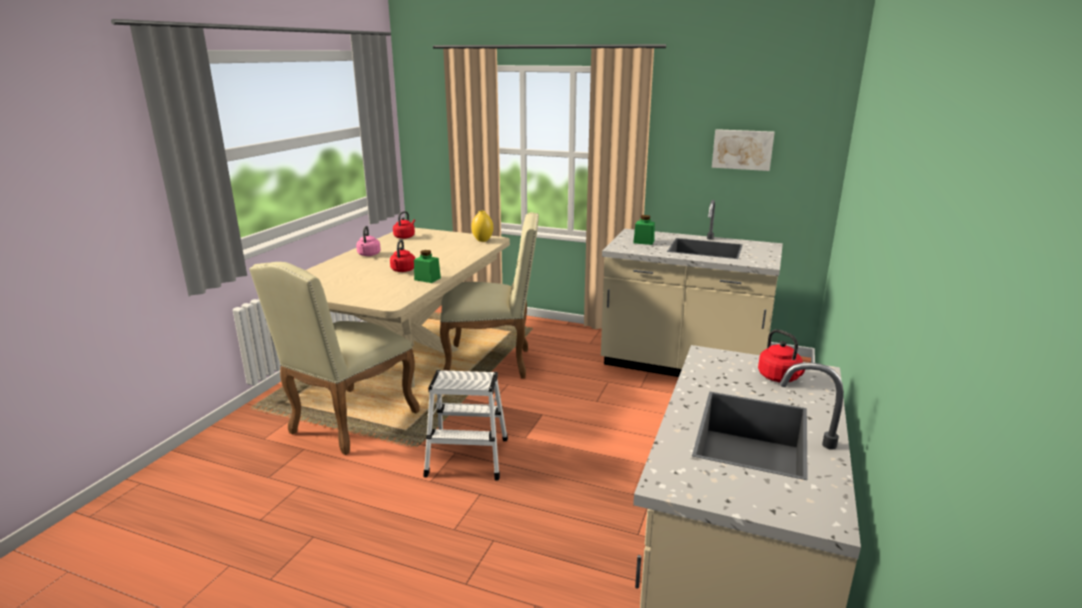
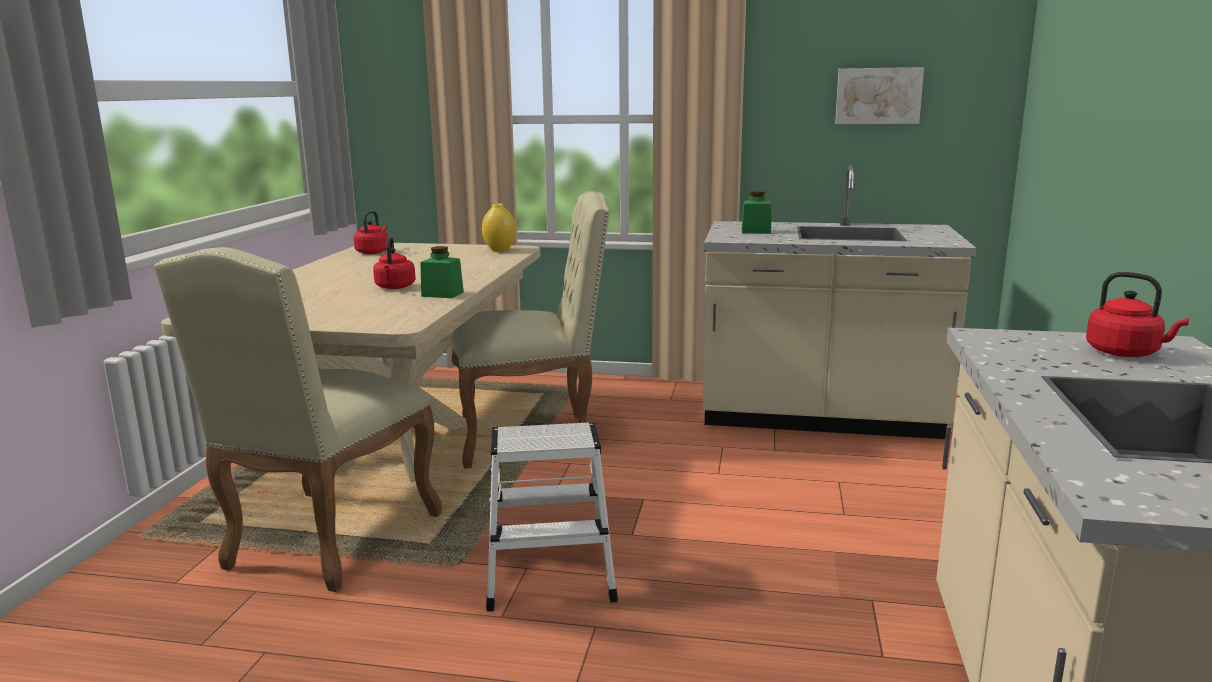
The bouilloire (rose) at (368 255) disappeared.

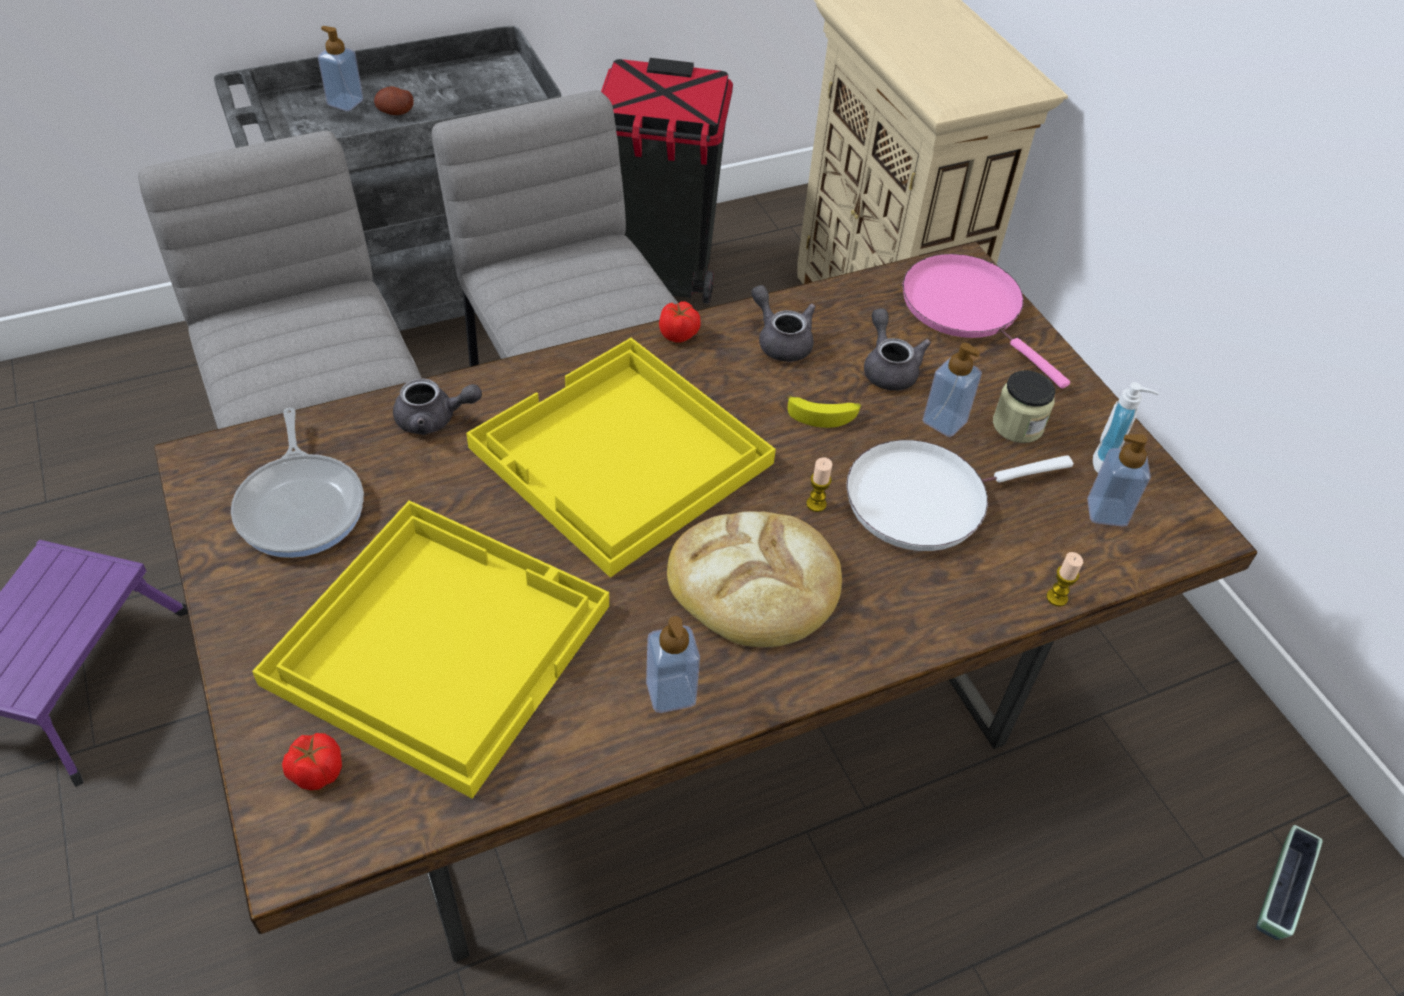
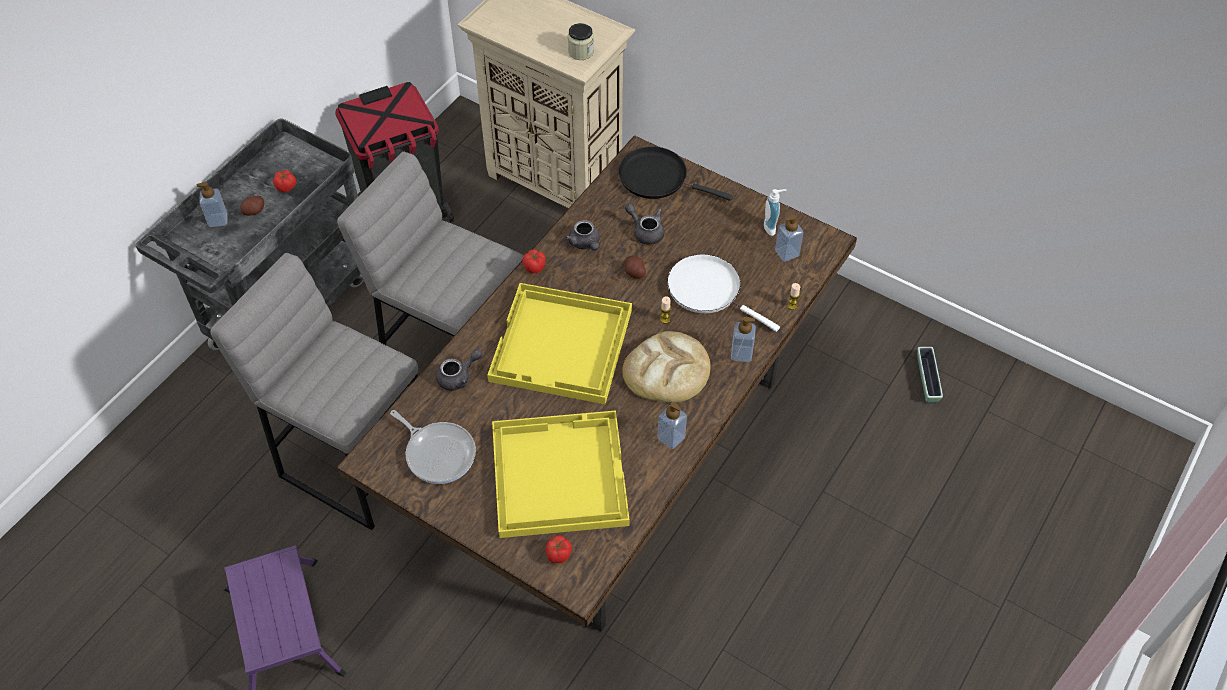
The poêle (rose) at (967 309) became the poêle (noir) at (657 178).
The théière (gris) at (781 340) turned 135 degrees counterclockwise.
The distributeur de savon moved from (944 421) to (741 354).
The bocal moved from (1017 425) to (581 52).
The banane at (823 414) was replaced by the pomme de terre at (634 272).
The poêle (blanc) at (924 499) turned 90 degrees clockwise.
The tomate at (286 187) appeared.

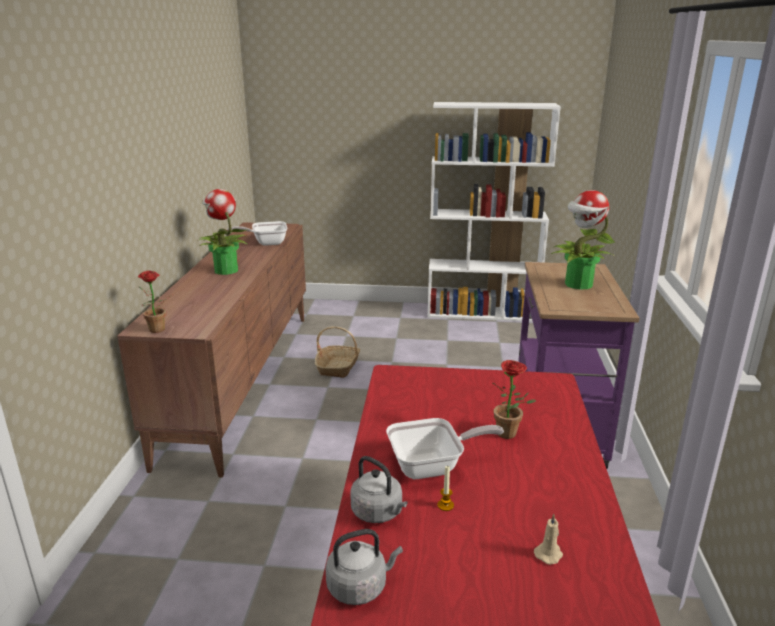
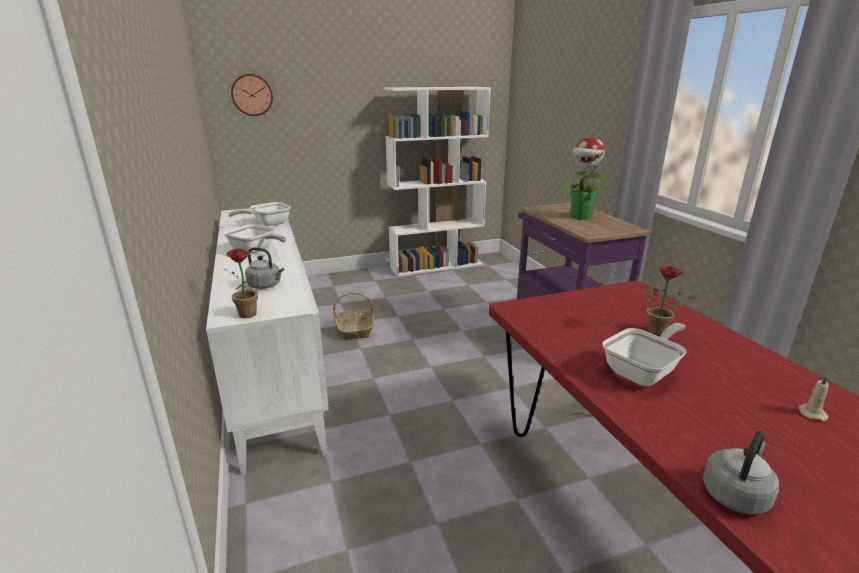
The plante en pot at (225 270) was replaced by the poêle at (255 251).
The meuble de rangement (marron) at (241 380) became the meuble de rangement (blanc) at (272 361).
The bouilloire (gris) moved from (379 513) to (266 285).
The bougie at (445 505) disappeared.
The horloge murale at (252 95) appeared.

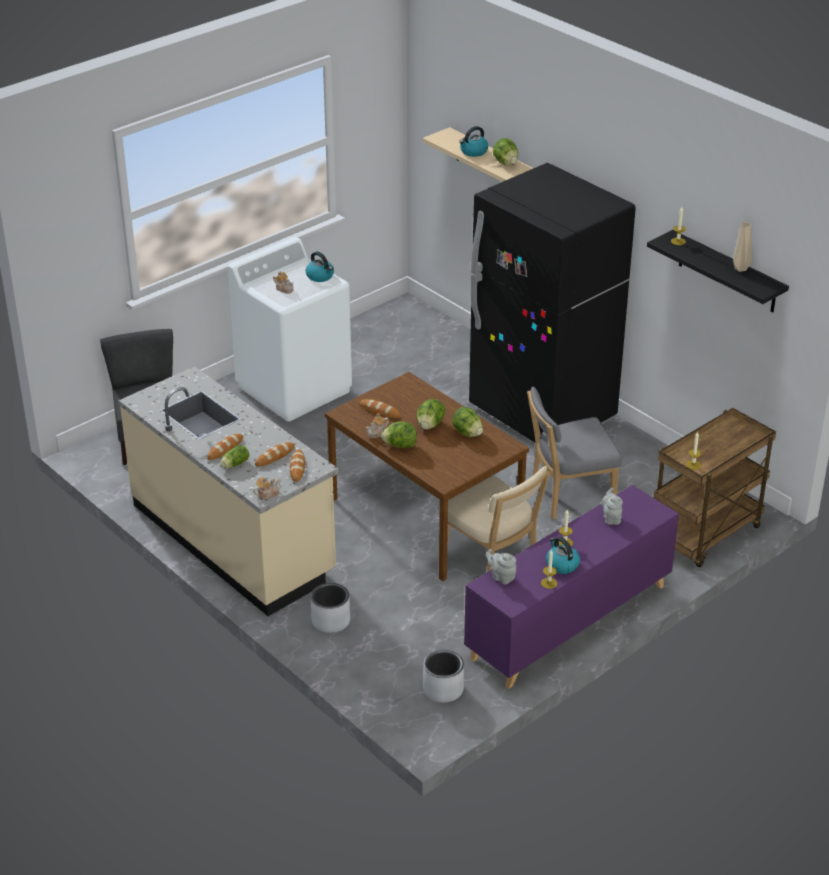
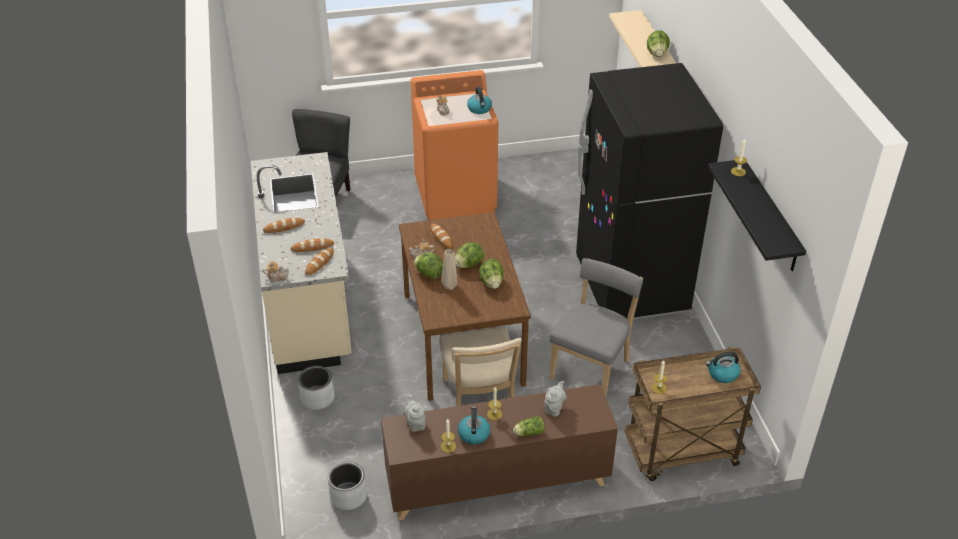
The bouilloire moved from (473 152) to (722 374).
The vase (beige) moved from (739 269) to (449 286).
The lave-linge (blanc) at (295 388) became the lave-linge (orange) at (456 195).
The chaise (gris) at (568 496) turned 105 degrees clockwise.
The laitue moved from (234 464) to (528 433).
The meuble de rangement (violet) at (569 622) became the meuble de rangement (marron) at (497 482).

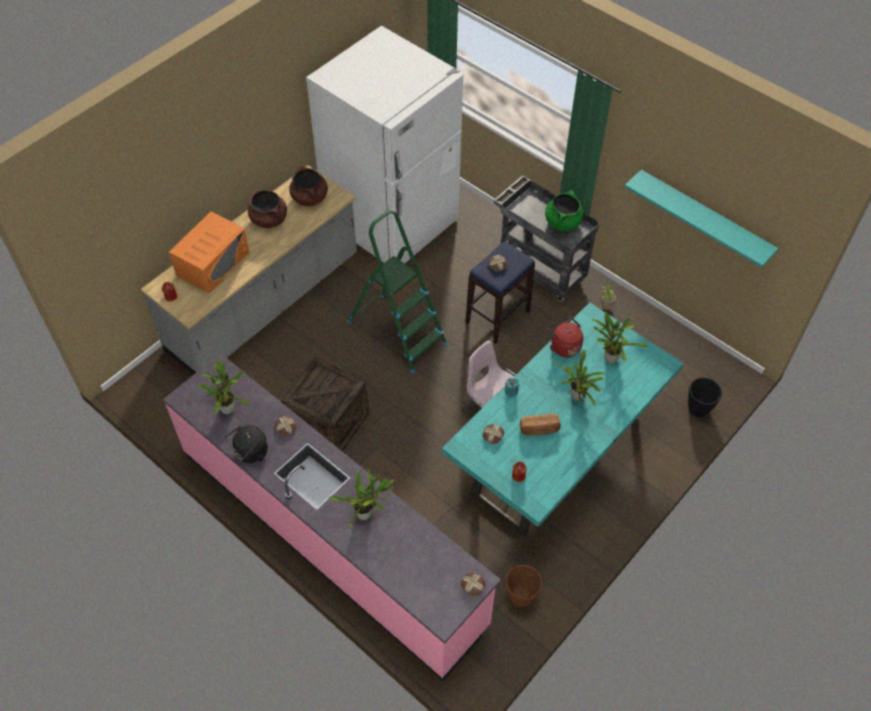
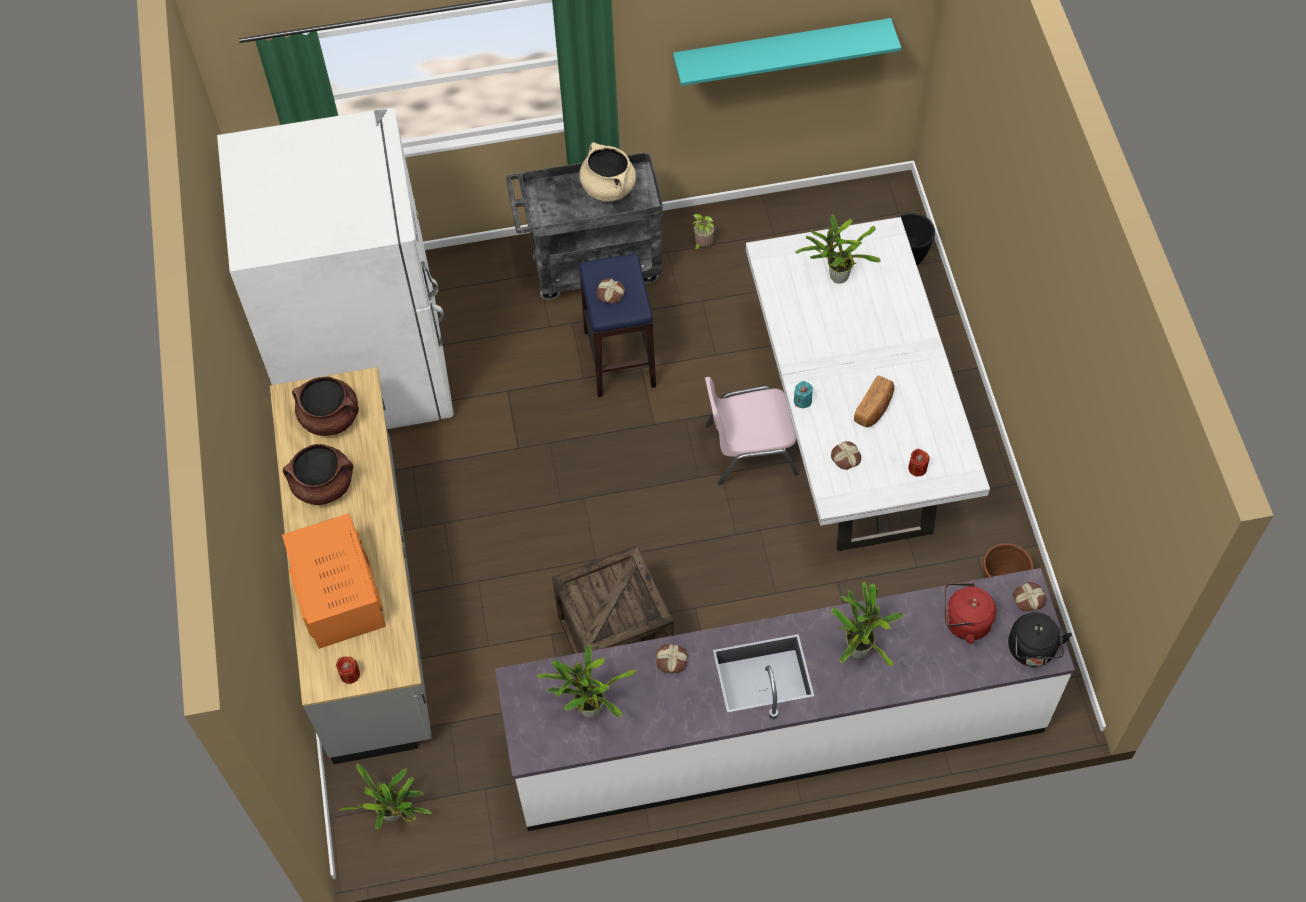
The marmite (vert) at (562 222) became the marmite (beige) at (608 187).
The escabeau (vert) at (397 333) disappeared.
The table à manger (turquoise) at (556 454) became the table à manger (blanc) at (853 430).
The bouilloire (rouge) moved from (564 346) to (964 622).
The plante en pot moved from (577 397) to (394 815).
The comptoir de cuisine (rose) at (331 536) became the comptoir de cuisine (blanc) at (777 732).
The bouilloire (noir) moved from (250 453) to (1032 651).

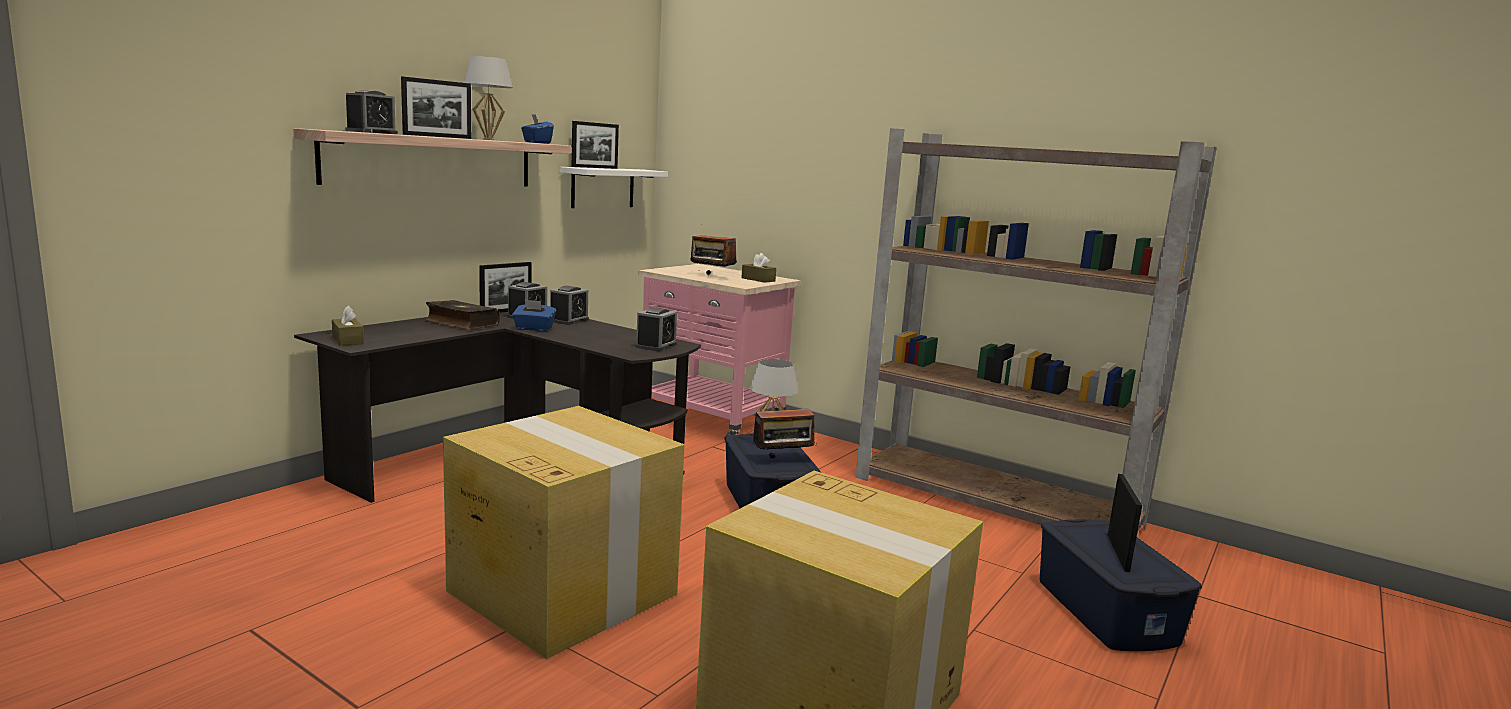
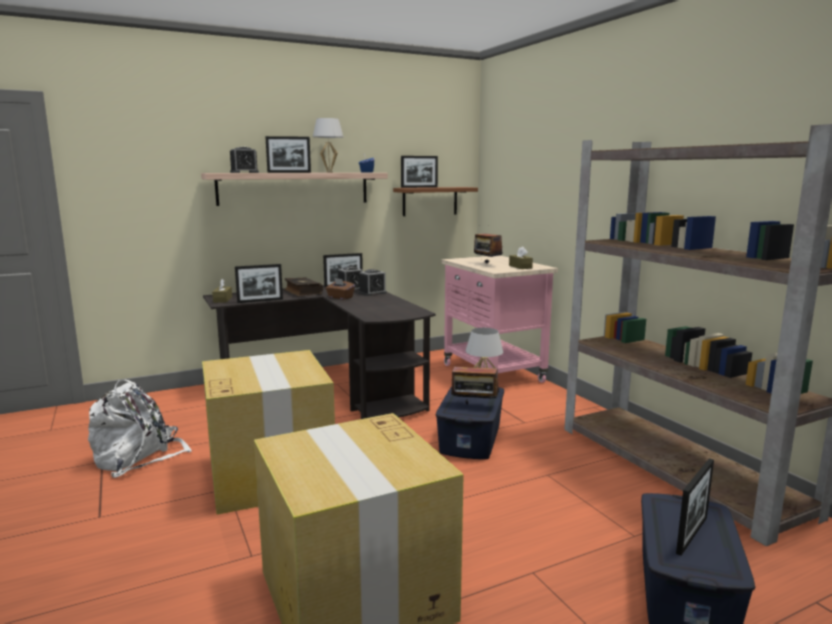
The étagère (blanc) at (603 187) became the étagère (marron) at (430 201).
The boîte à mouchoirs (bleu) at (534 328) became the boîte à mouchoirs (marron) at (340 297).
The réveil at (656 346) disappeared.
The cadre photo at (260 301) appeared.
The sac à dos (blanc) at (138 457) appeared.

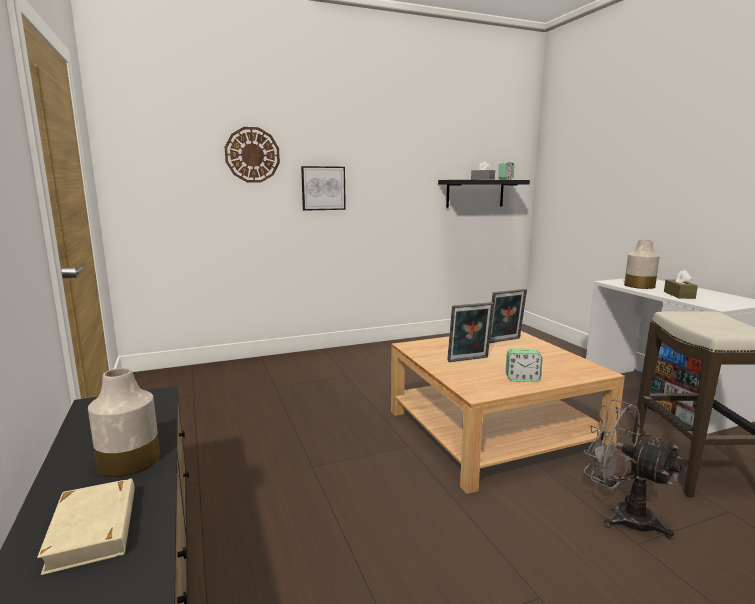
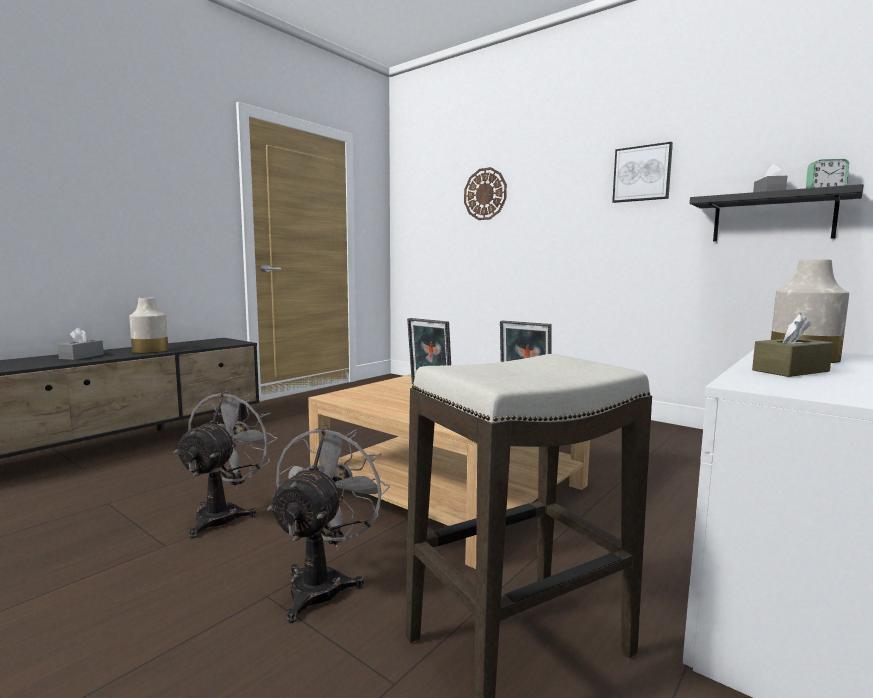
The tableau moved from (323 188) to (642 173).
The réveil at (522 379) disappeared.
The livre (beige) at (94 528) was replaced by the boîte à mouchoirs (gris) at (82 356).
The ventilateur (gris) at (225 514) appeared.

